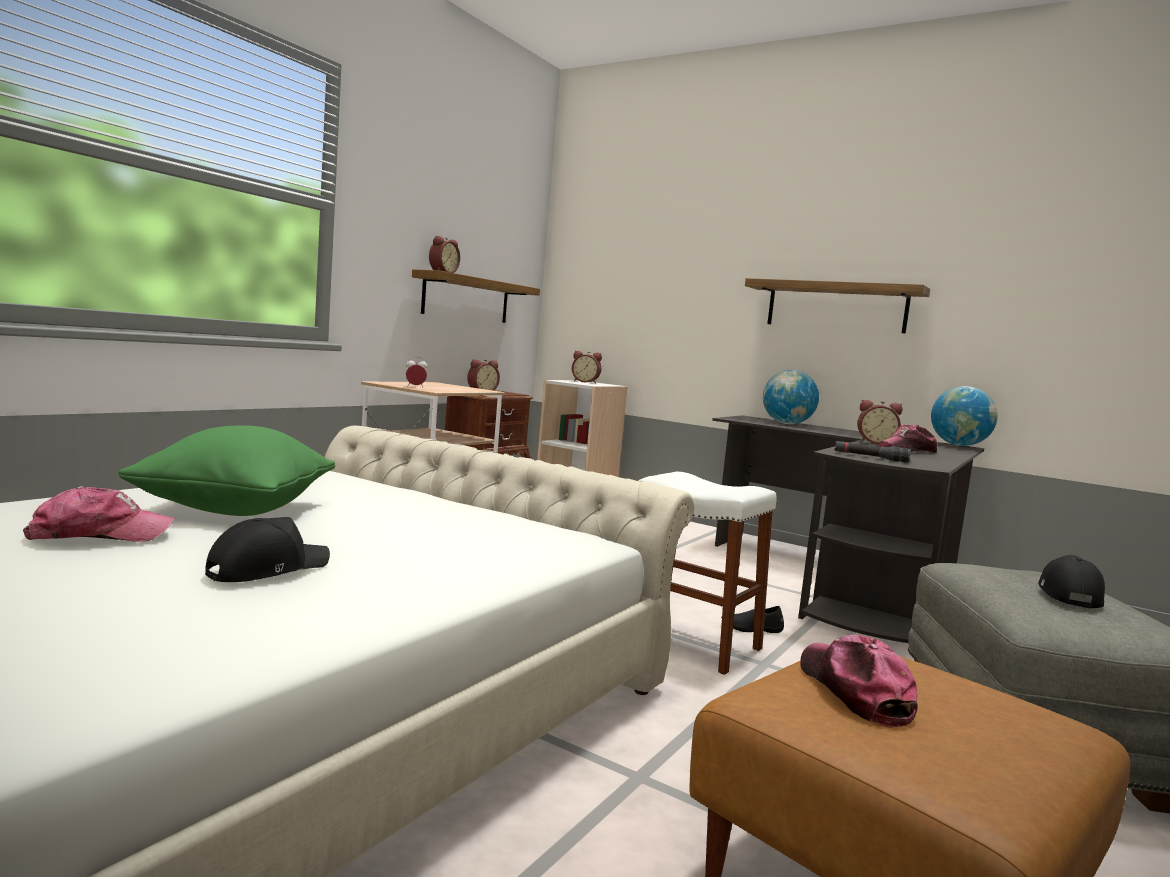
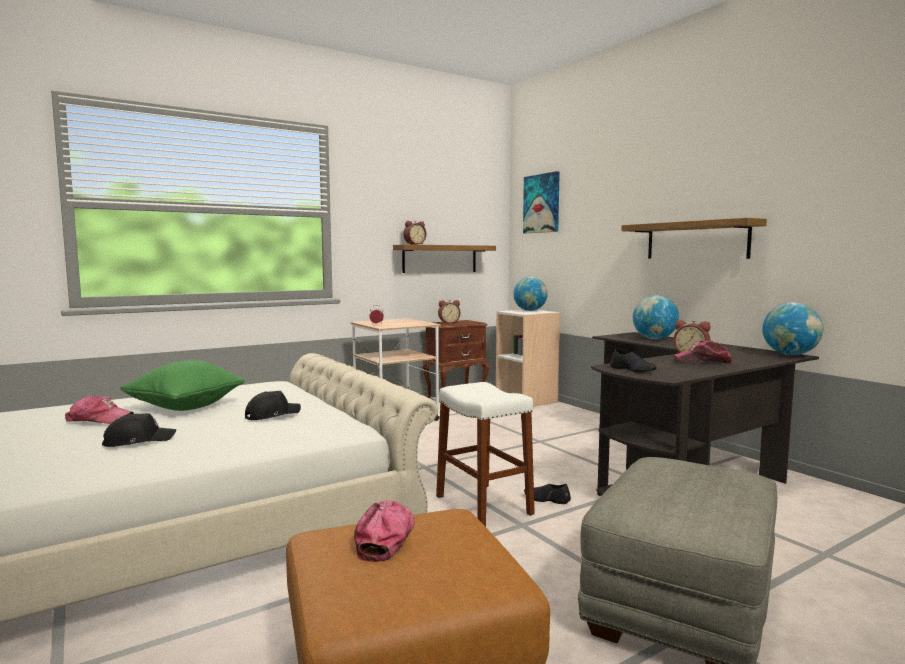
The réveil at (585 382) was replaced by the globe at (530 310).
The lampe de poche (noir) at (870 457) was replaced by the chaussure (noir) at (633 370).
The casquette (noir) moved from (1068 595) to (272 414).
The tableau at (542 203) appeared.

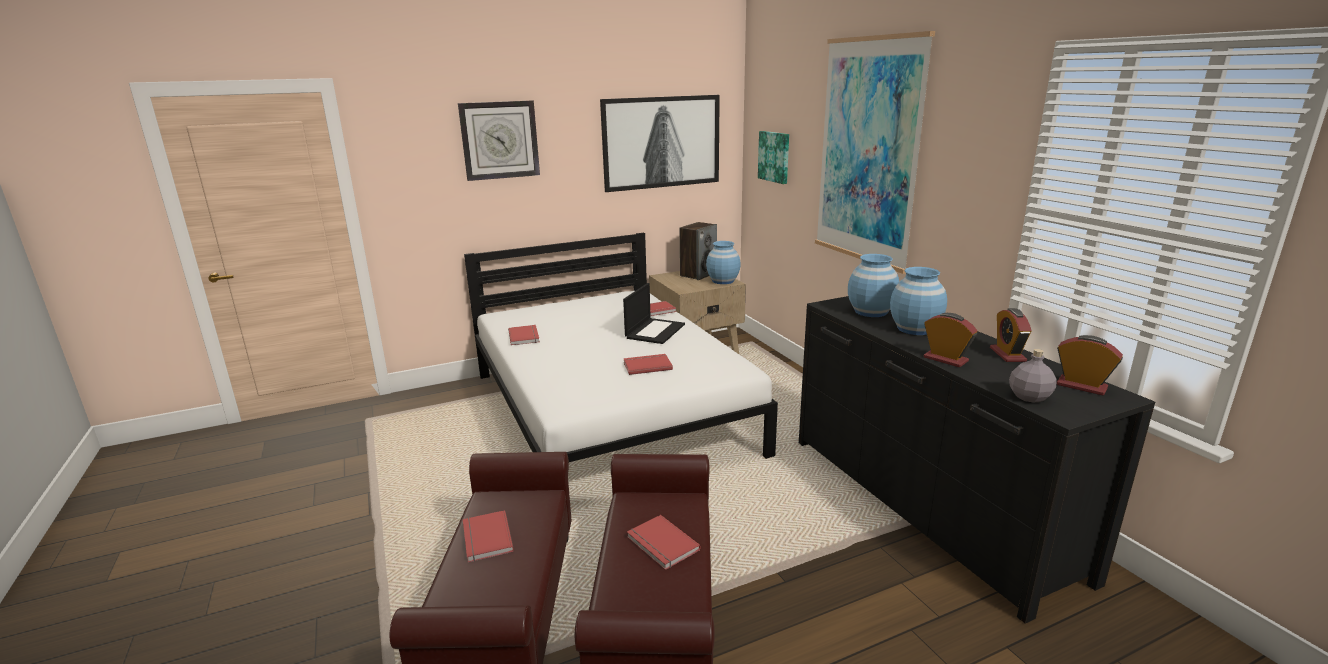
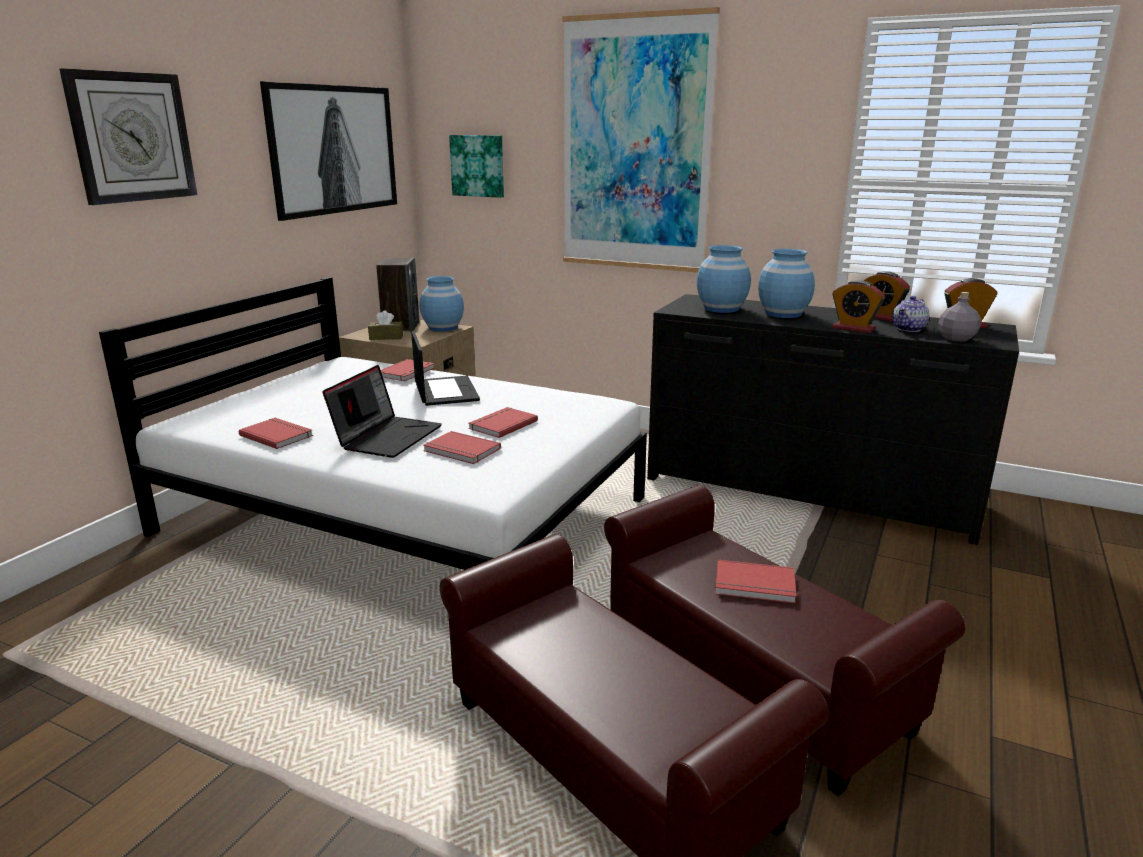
The réveil at (945 359) turned 150 degrees counterclockwise.
The livre (rouge) moved from (485 538) to (461 451).
The théière at (909 329) appeared.
The boîte à mouchoirs (marron) at (386 337) appeared.
The ordinateur portable at (387 436) appeared.

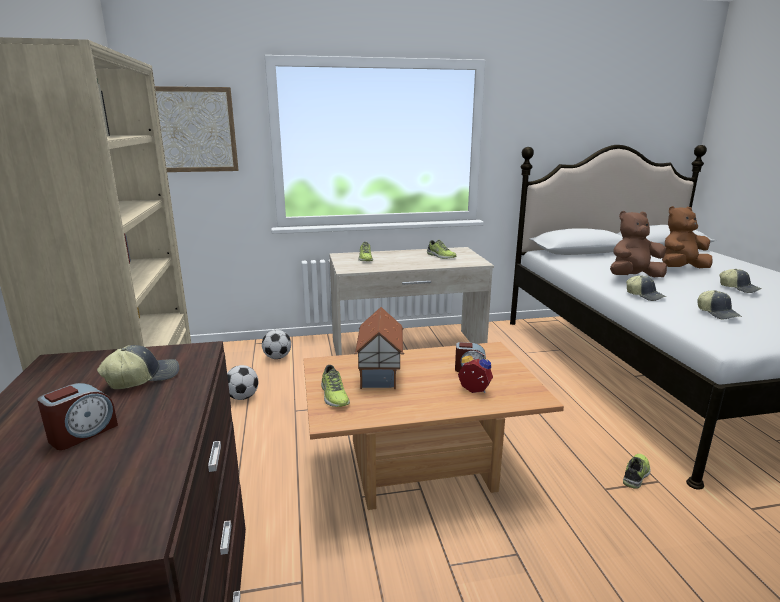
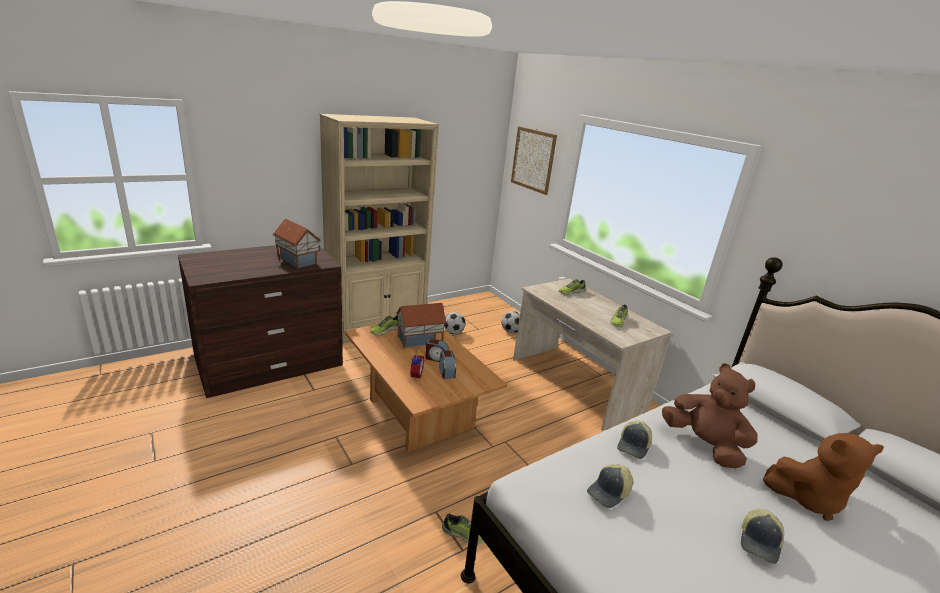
The peluche (marron) at (681 269) turned 135 degrees clockwise.
The casquette at (142 378) was replaced by the maison miniature at (298 260).
The réveil moved from (83 433) to (436 358).

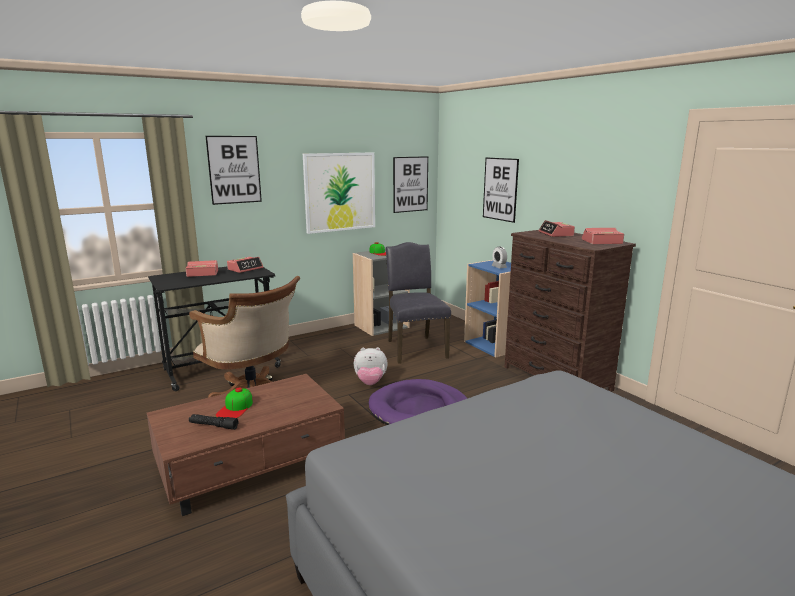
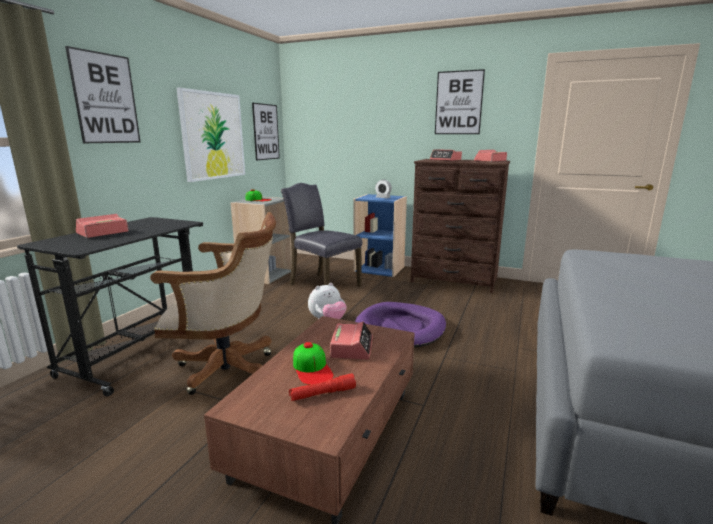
The tableau moved from (500 189) to (458 103).
The réveil moved from (245 269) to (352 347).
The lampe de poche (noir) at (213 426) became the lampe de poche (rouge) at (322 394).

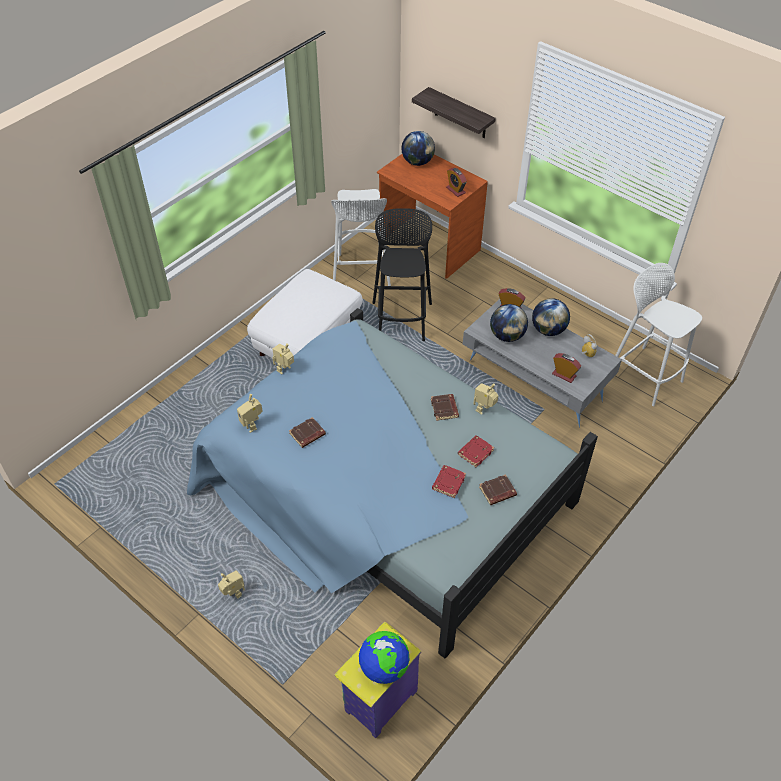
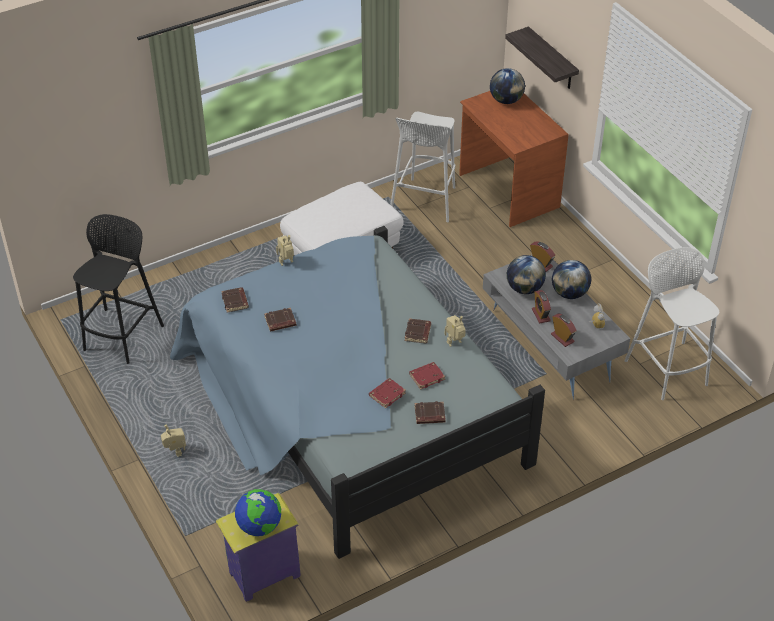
The réveil moved from (455 190) to (541 315).
The tabouret (noir) moved from (402 320) to (121 335).
The robot jouet at (252 425) was replaced by the livre (marron) at (235 302).

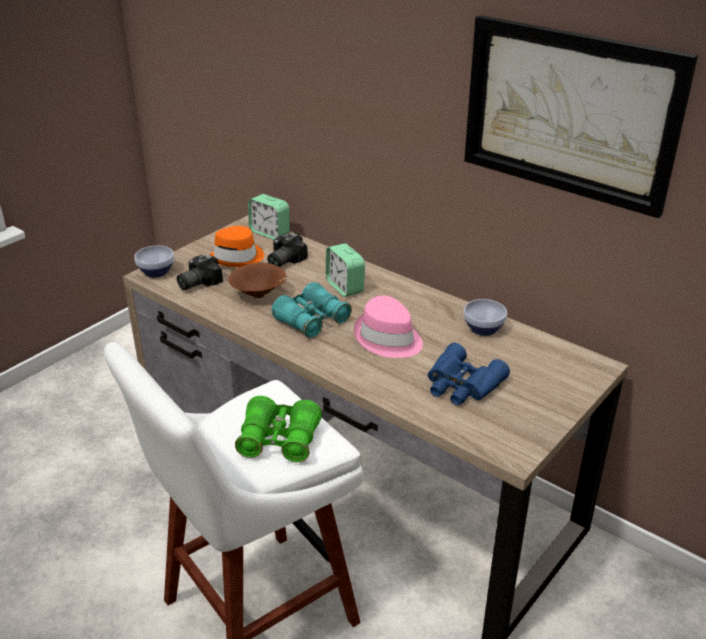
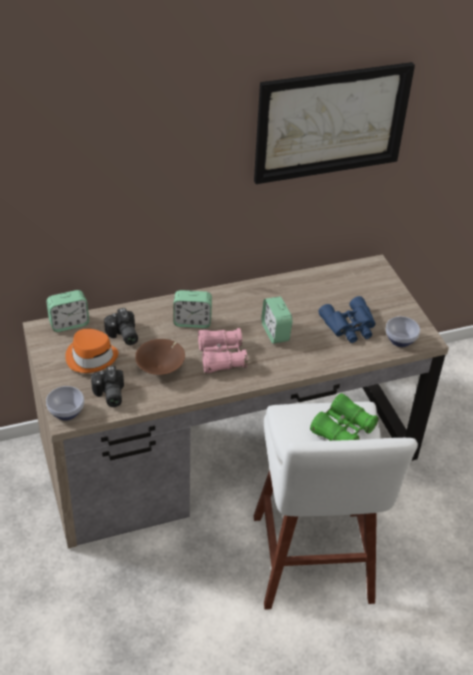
The jumelles (turquoise) at (312 320) became the jumelles (rose) at (221 357).
The chapeau (rose) at (388 339) was replaced by the réveil at (275 332).
The bol moved from (484 329) to (401 340).

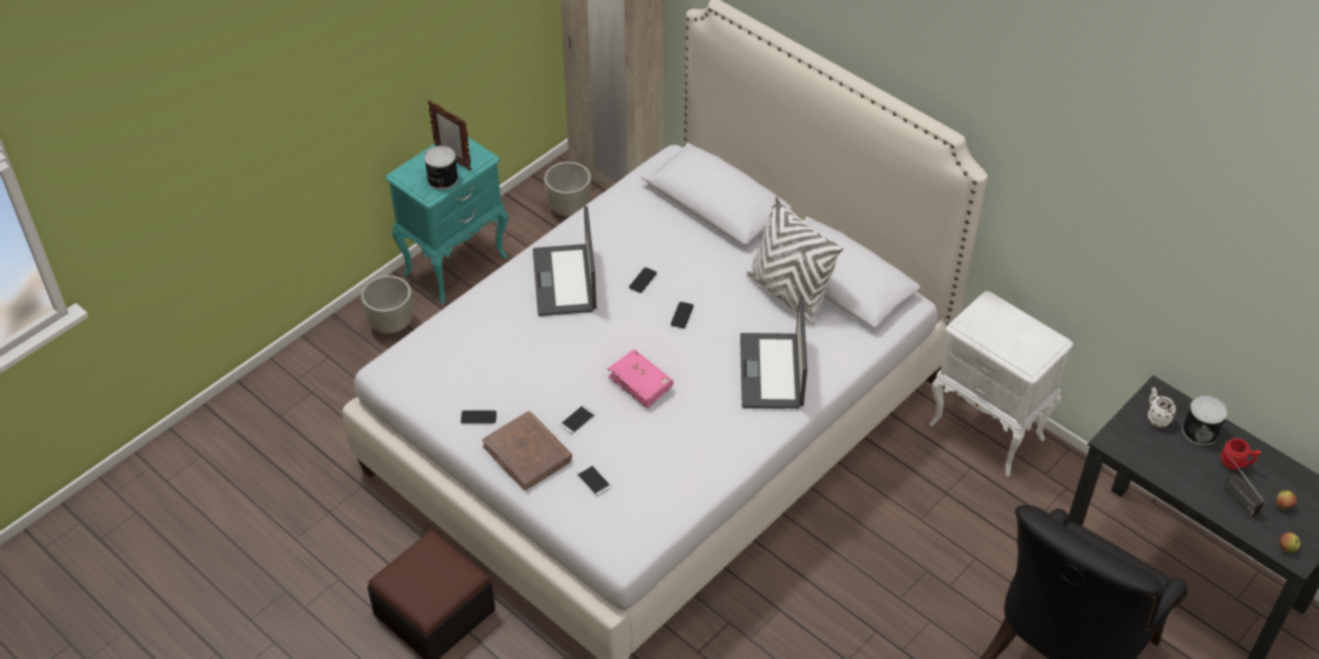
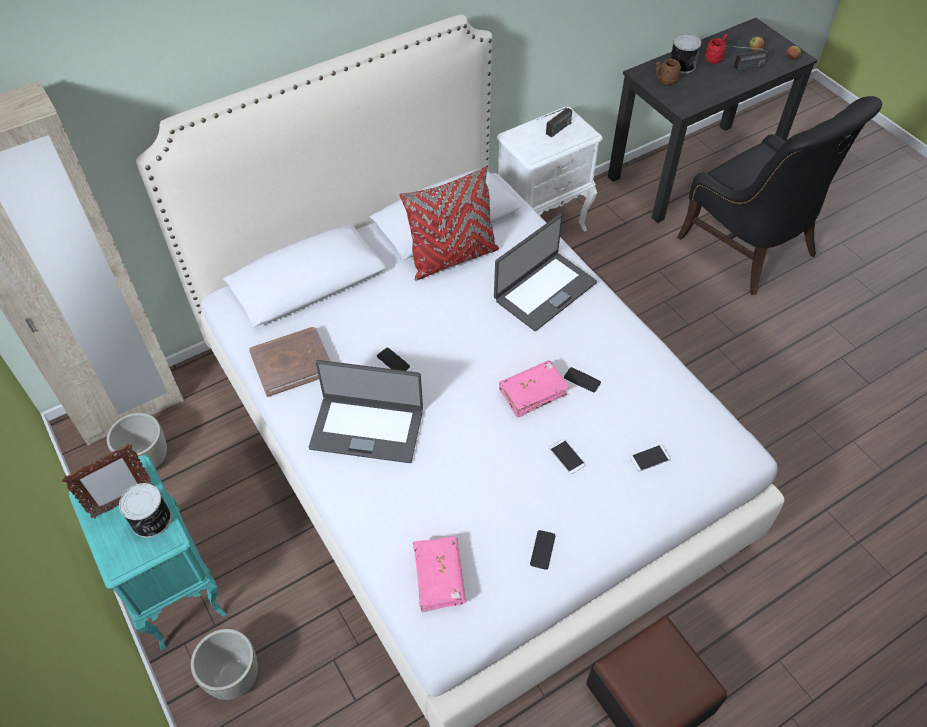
The coussin (blanc) at (788 294) became the coussin (rouge) at (452 257).
The ordinateur portable at (772 371) turned 60 degrees counterclockwise.
The téléphone moved from (682 315) to (582 380).
The mug (blanc) at (1156 417) became the mug (marron) at (664 81).
The livre (marron) moved from (528 453) to (292 363).
The radio at (553 133) appeared.
The livre (rose) at (439 577) appeared.

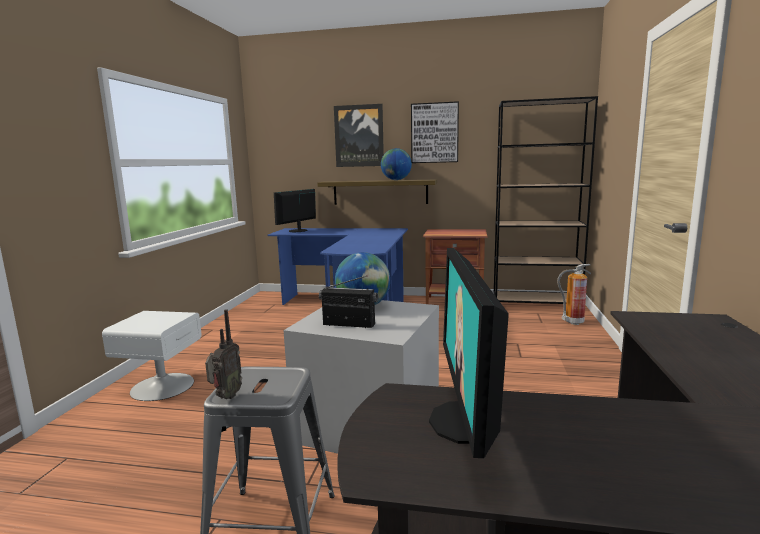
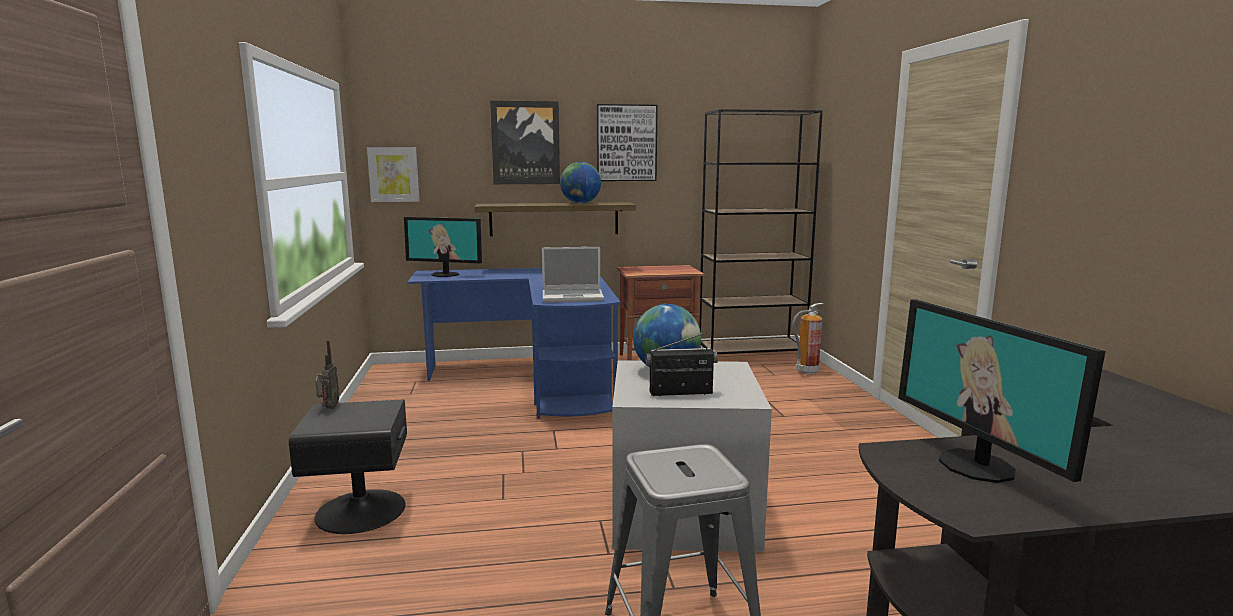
The écran d'ordinateur at (298 231) turned 90 degrees counterclockwise.
The radio moved from (225 397) to (328 408).
The table de chevet (blanc) at (161 386) became the table de chevet (noir) at (359 511).
The tableau at (393 174) appeared.
The ordinateur portable at (573 297) appeared.

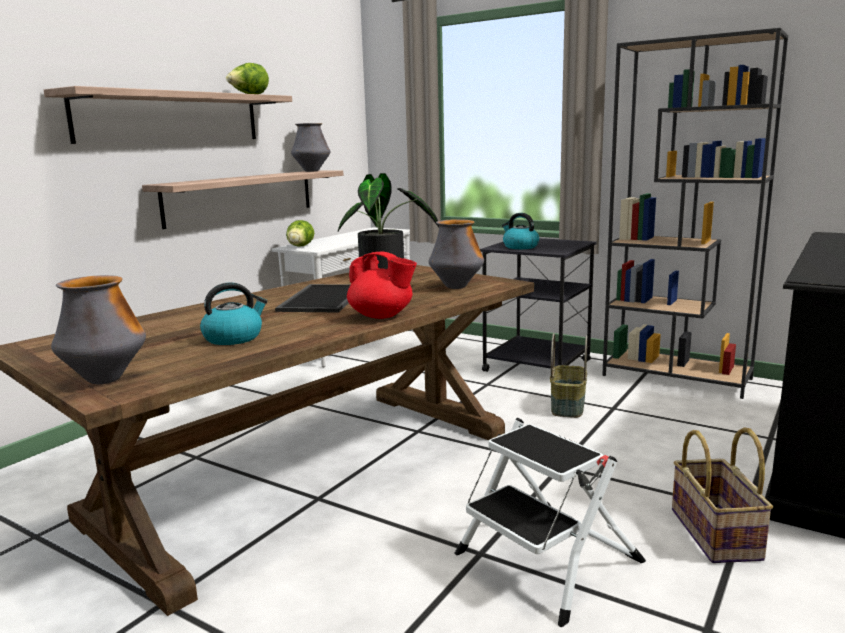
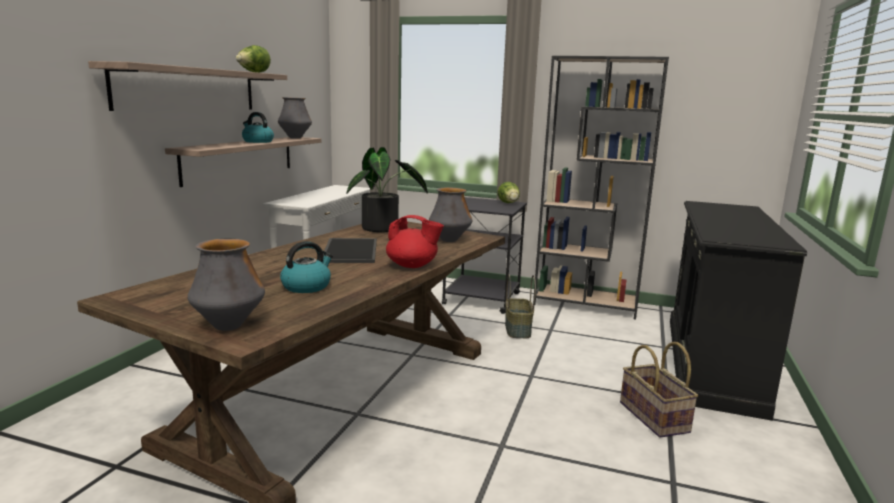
The bouilloire moved from (520 247) to (257 141).
The laitue moved from (300 247) to (509 203).
The escabeau at (549 560) disappeared.

